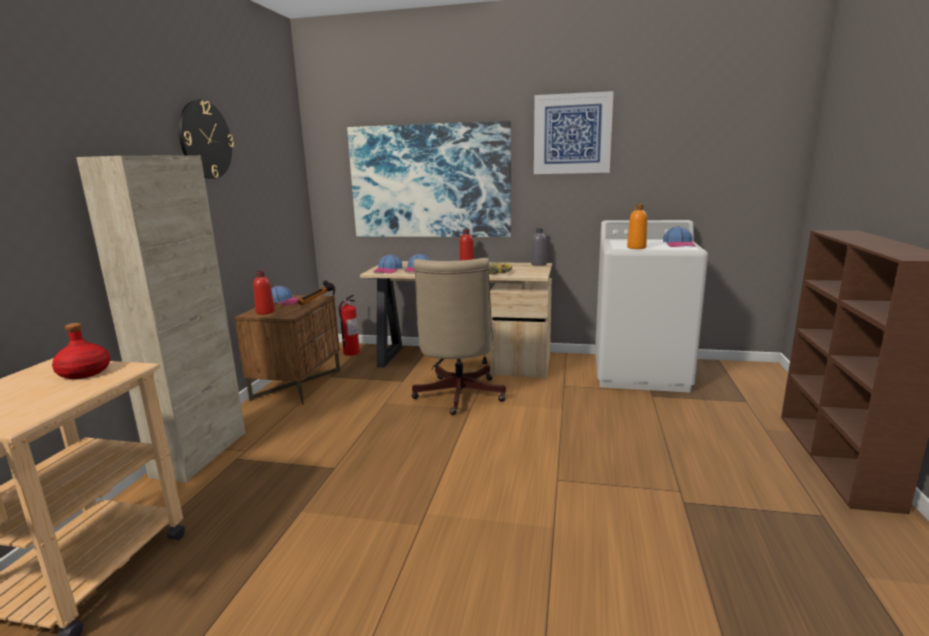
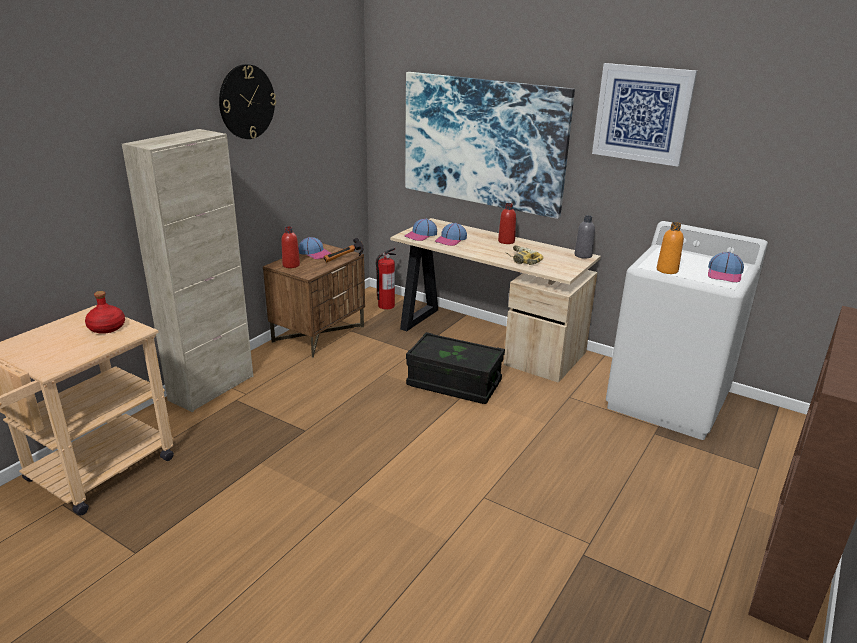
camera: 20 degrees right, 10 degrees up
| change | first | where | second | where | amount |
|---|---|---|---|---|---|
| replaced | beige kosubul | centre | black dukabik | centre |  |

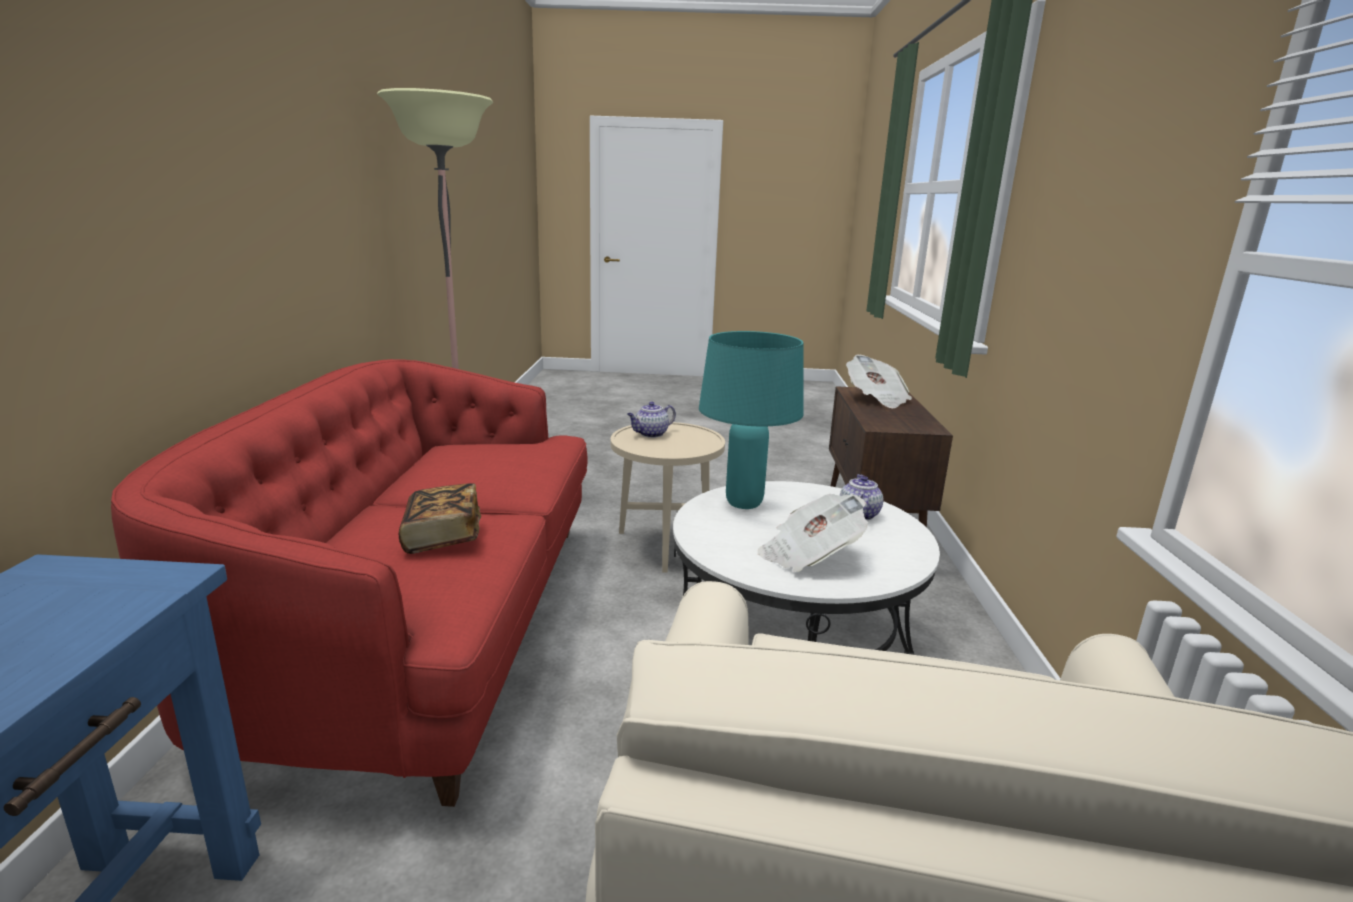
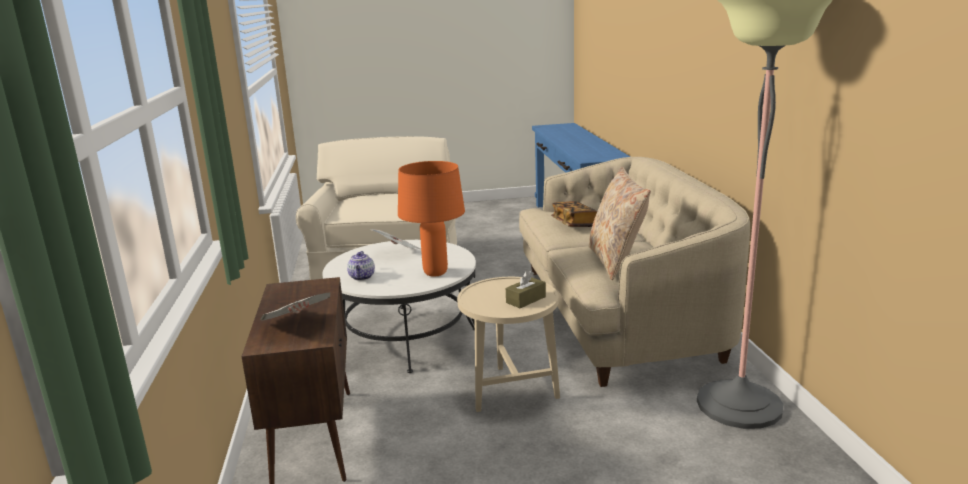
camera: 170 degrees right, 0 degrees up
| change | first | where | second | where | amount |
|---|---|---|---|---|---|
| recoloured | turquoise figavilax | centre | orange figavilax | centre |  |
| recoloured | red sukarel | middle left | beige sukarel | centre |  |
| replaced | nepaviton (1st from left) | centre | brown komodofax | centre |  |
| added |  |  | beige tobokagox | centre |  |

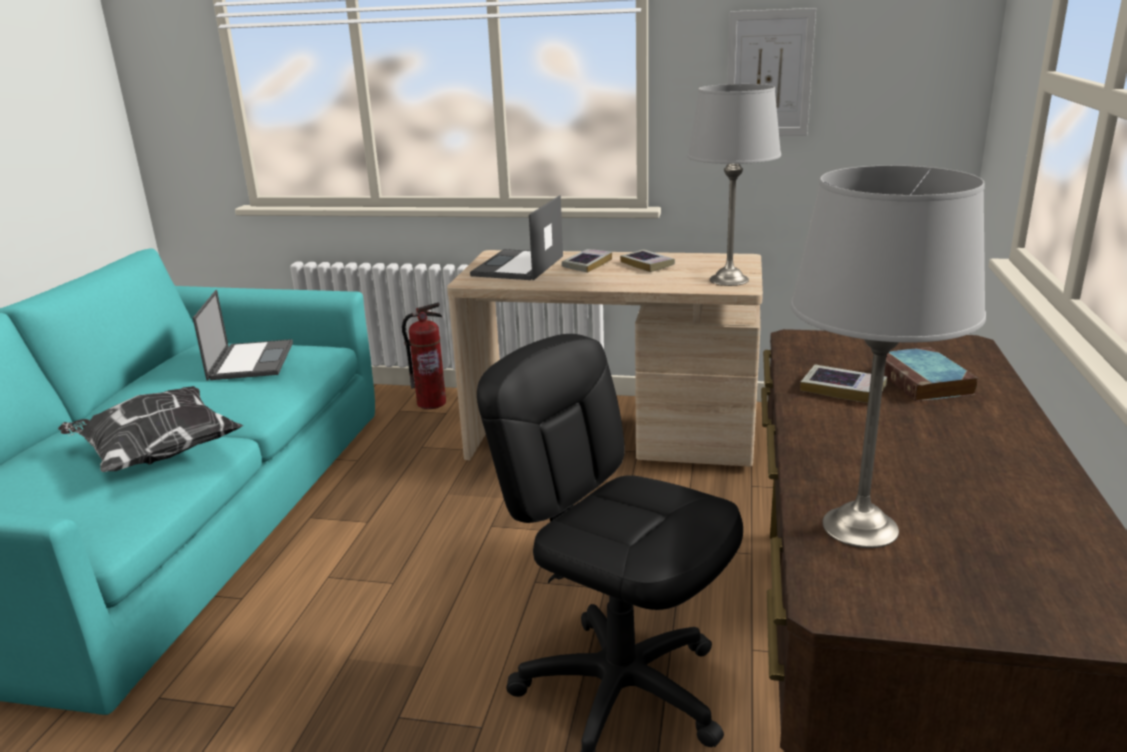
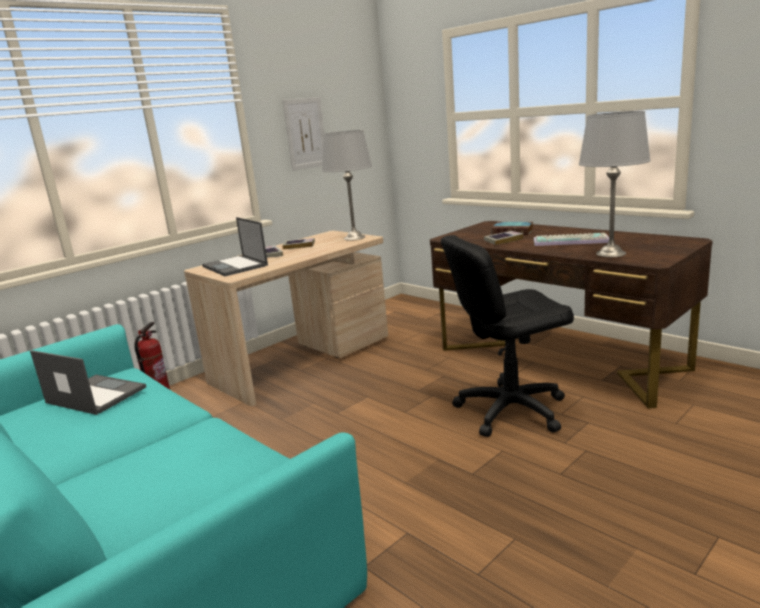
camera: 55 degrees left, 5 degrees down
| change | first | where | second | where | amount |
|---|---|---|---|---|---|
| removed | tobokagox | middle left |  |  |  |
| added |  |  | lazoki | middle right |  |

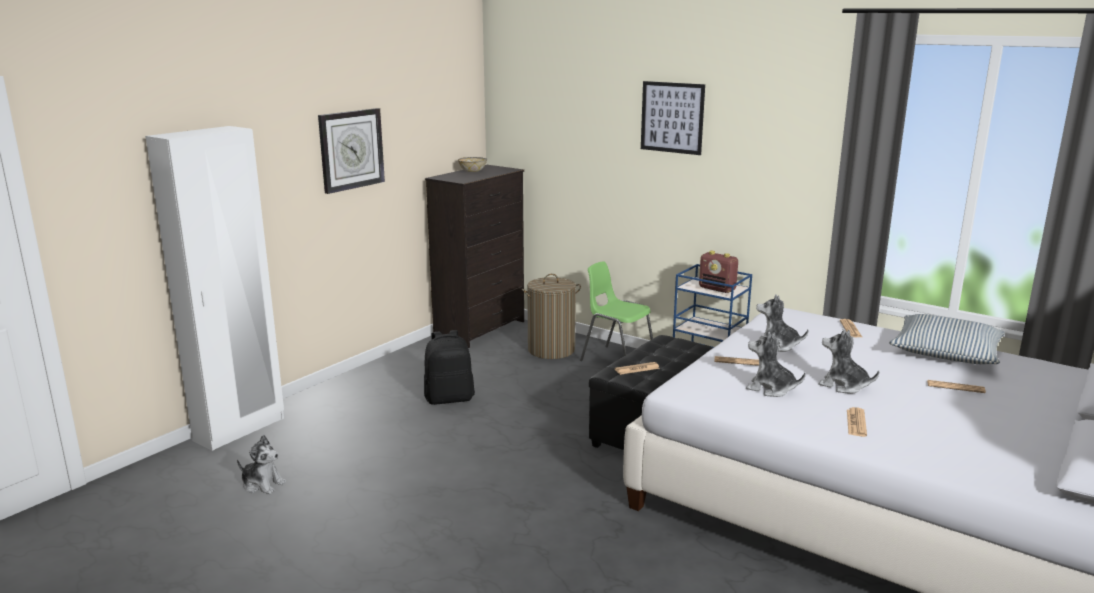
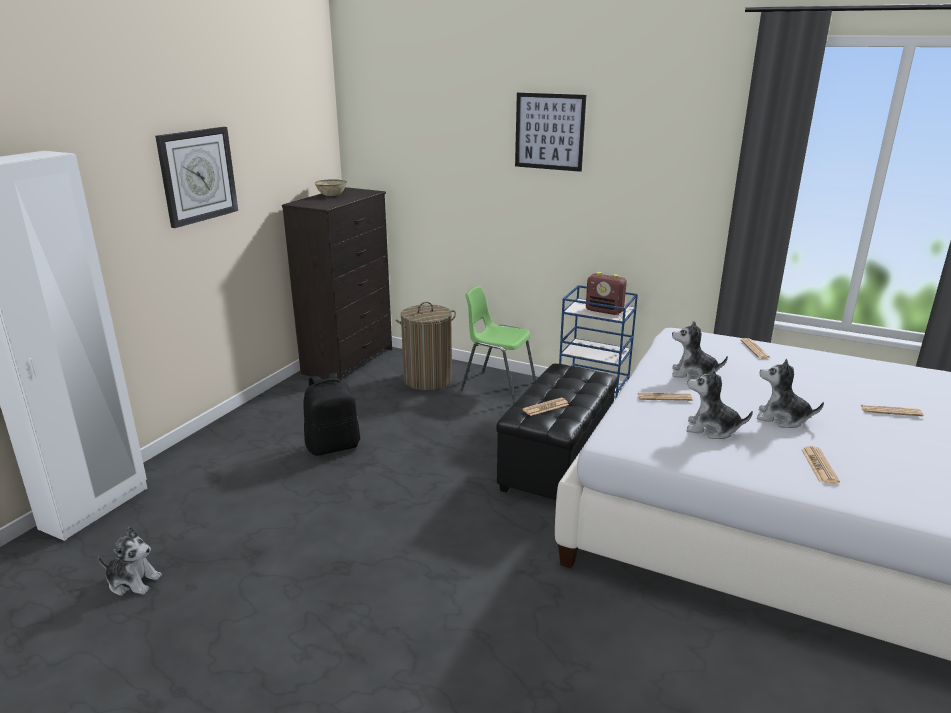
camera: 10 degrees left, 5 degrees up
| change | first | where | second | where | amount |
|---|---|---|---|---|---|
| removed | tobokagox | middle right |  |  |  |

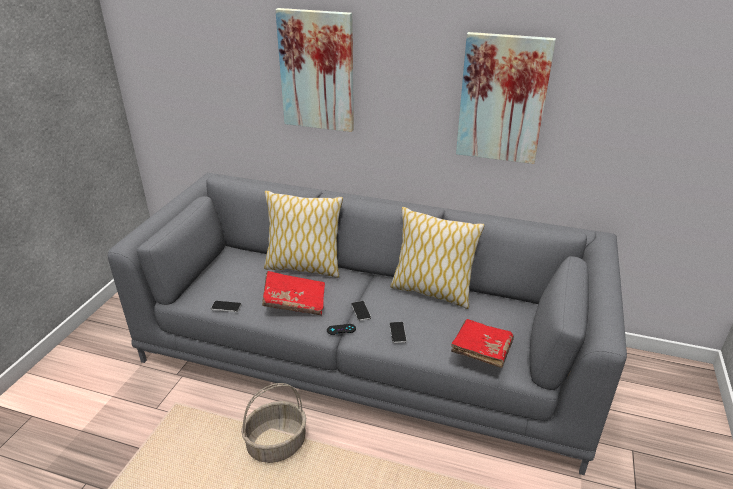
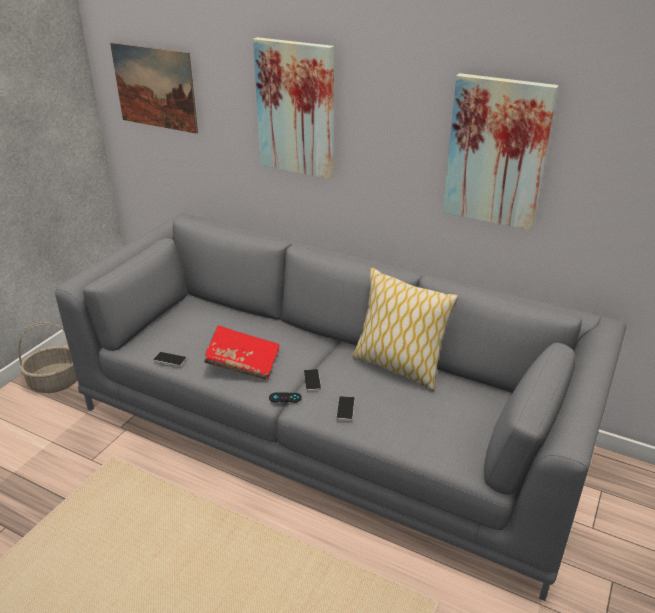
camera: 10 degrees right, 0 degrees up
| change | first | where | second | where | amount |
|---|---|---|---|---|---|
| removed | tobokagox (1st from left) | centre |  |  |  |
| removed | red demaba (2nd from left) | bottom centre |  |  |  |
| moved | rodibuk | bottom centre |  | middle left |  |
| added |  |  | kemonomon (1st from left) | top left |  |

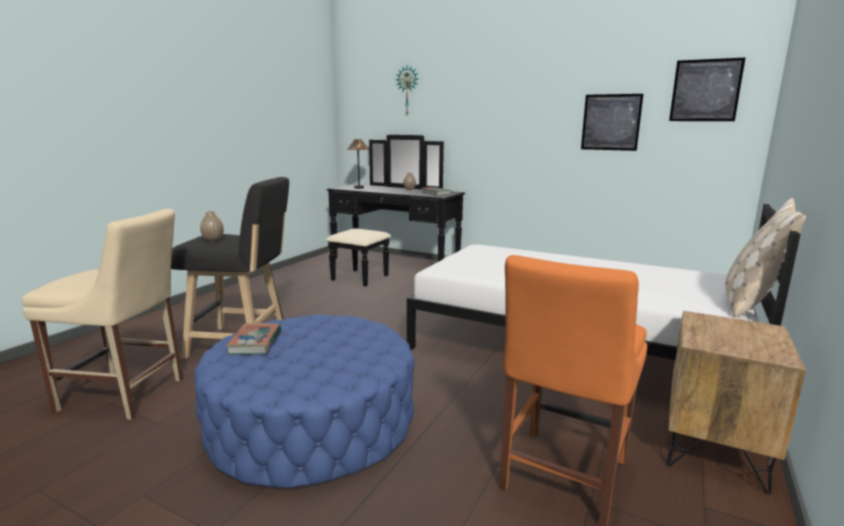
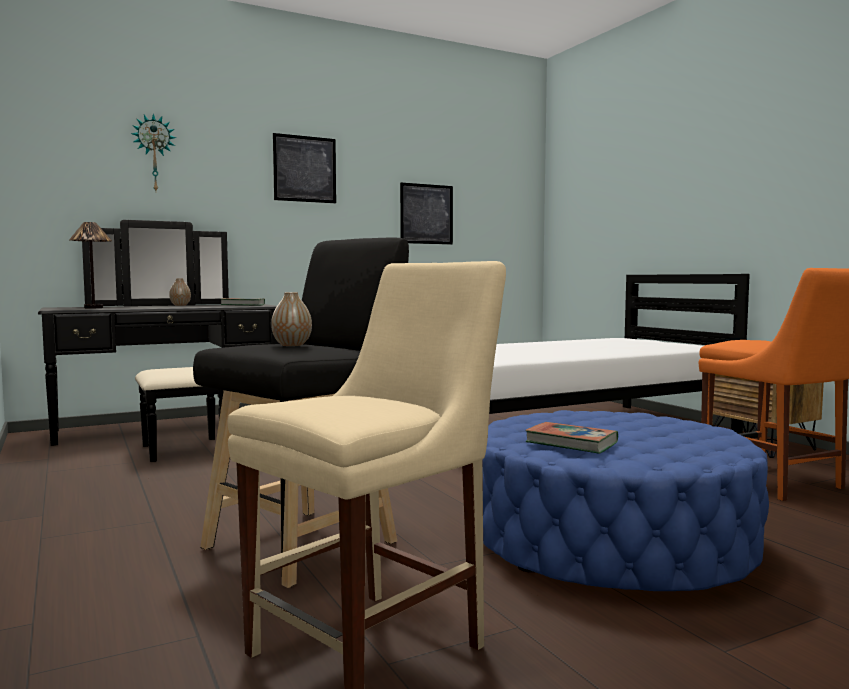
camera: 55 degrees left, 10 degrees down
| change | first | where | second | where | amount |
|---|---|---|---|---|---|
| moved | kemonomon (2nd from left in the first image) | top right | kemonomon (1st from left) | top centre |  |
| removed | beige tobokagox | middle right |  |  |  |

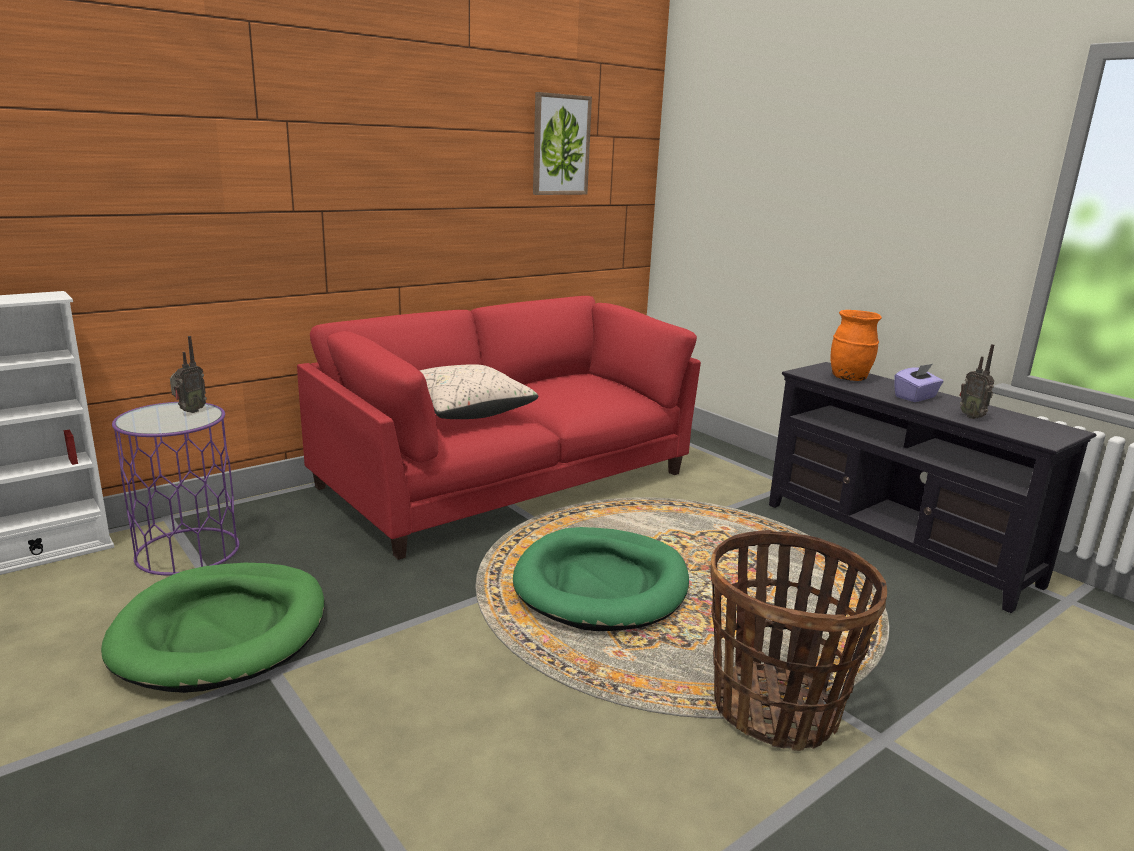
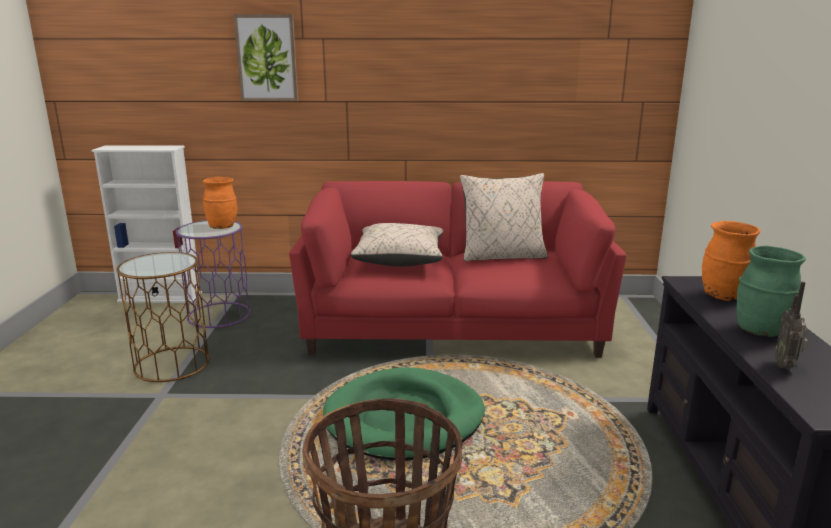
camera: 40 degrees right, 0 degrees up
| change | first | where | second | where | amount |
|---|---|---|---|---|---|
| moved | kemonomon | top centre |  | top left |  |
| replaced | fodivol (1st from left) | middle left | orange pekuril (1st from left) | middle left |  |
| replaced | purple komodofax | middle right | green pekuril | middle right |  |
| replaced | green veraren (1st from left) | bottom left | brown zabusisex | middle left |  |
| added |  |  | beige tobokagox (2nd from left) | centre |  |

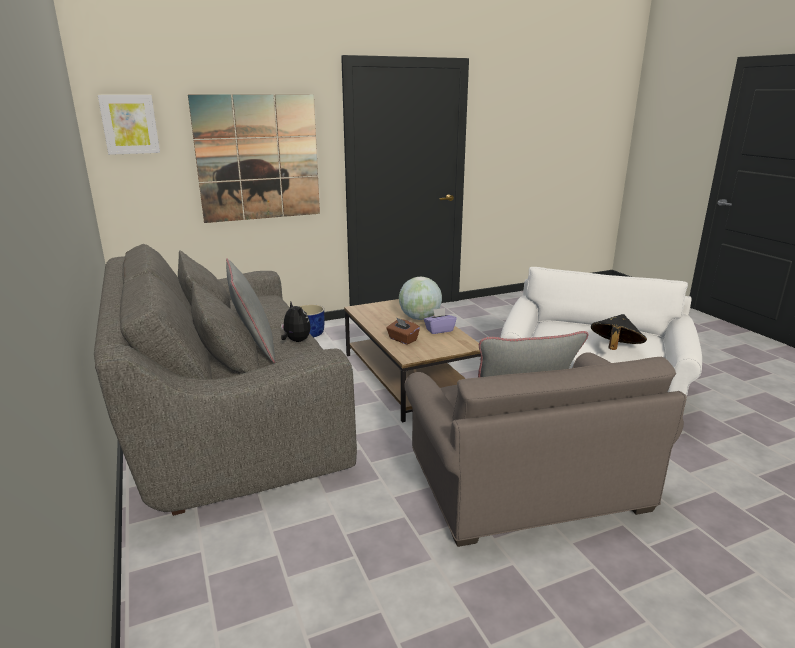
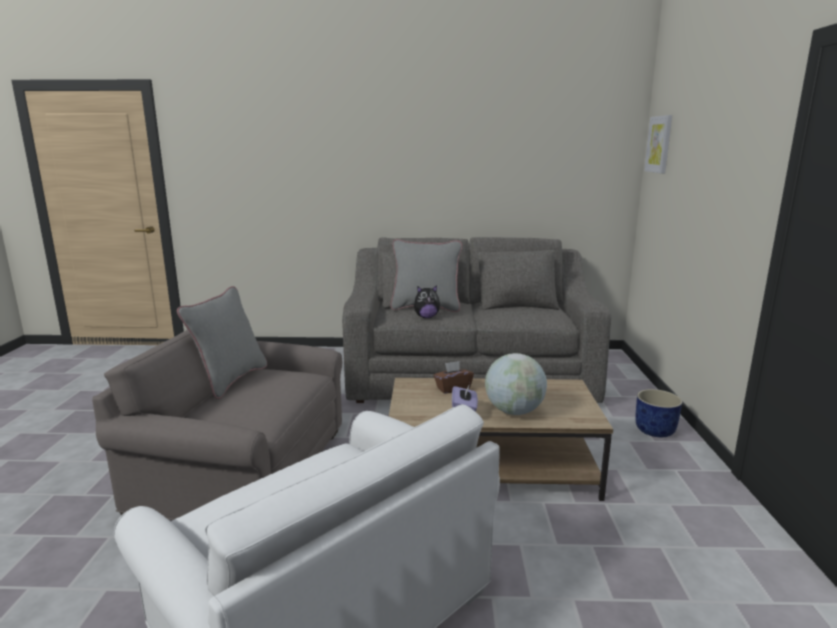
camera: 115 degrees right, 5 degrees down
| change | first | where | second | where | amount |
|---|---|---|---|---|---|
| removed | kemonomon (2nd from left) | top left |  |  |  |
| removed | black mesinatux | middle right |  |  |  |

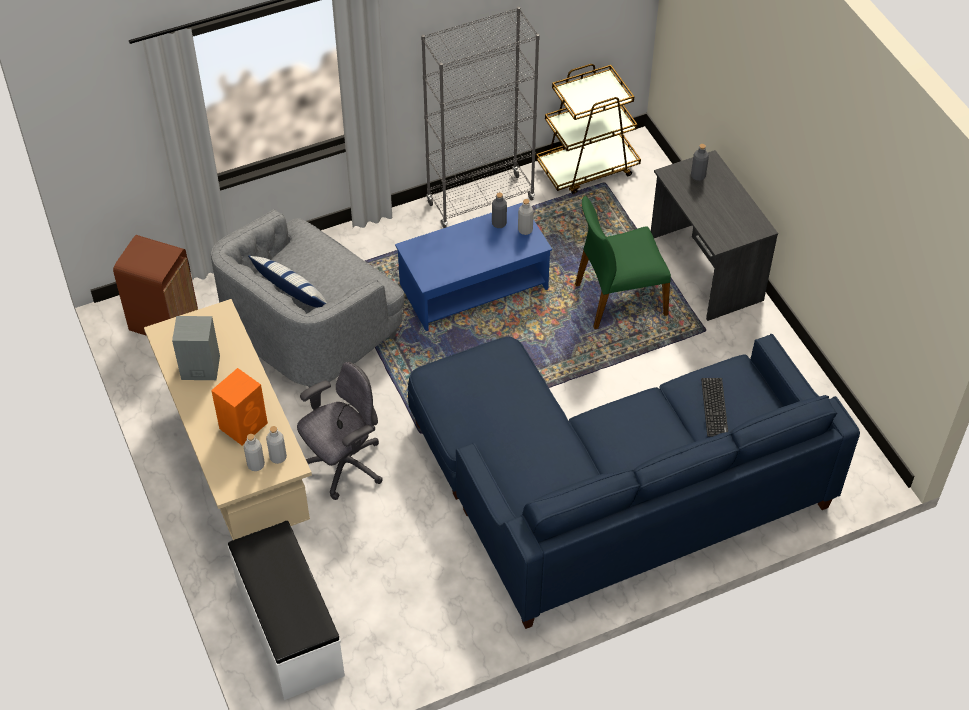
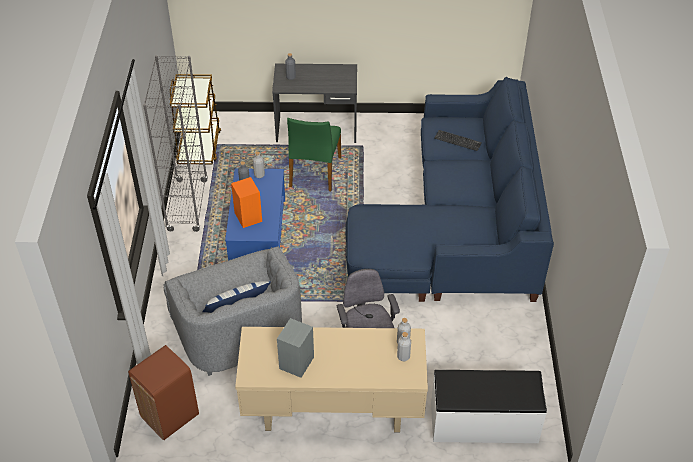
camera: 65 degrees left, 5 degrees down
| change | first | where | second | where | amount |
|---|---|---|---|---|---|
| moved | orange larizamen | middle left |  | centre |  |

